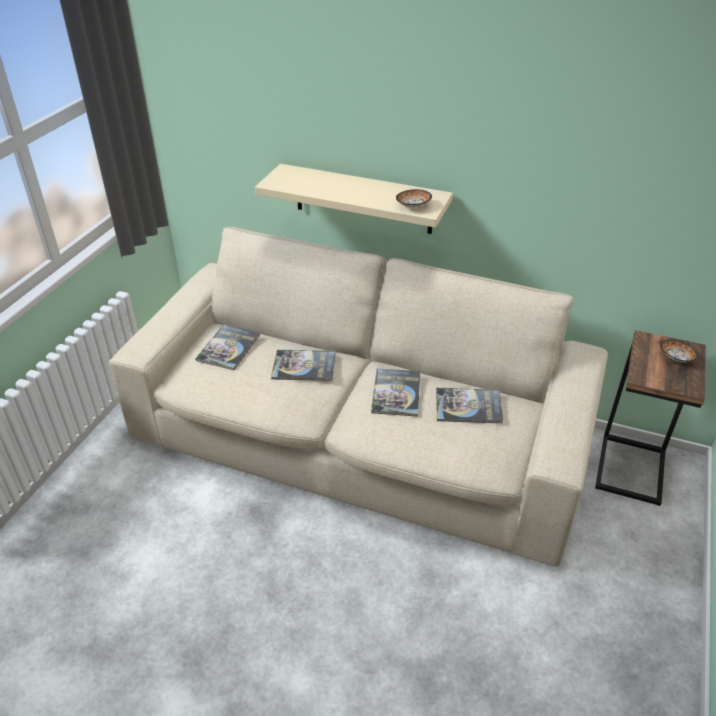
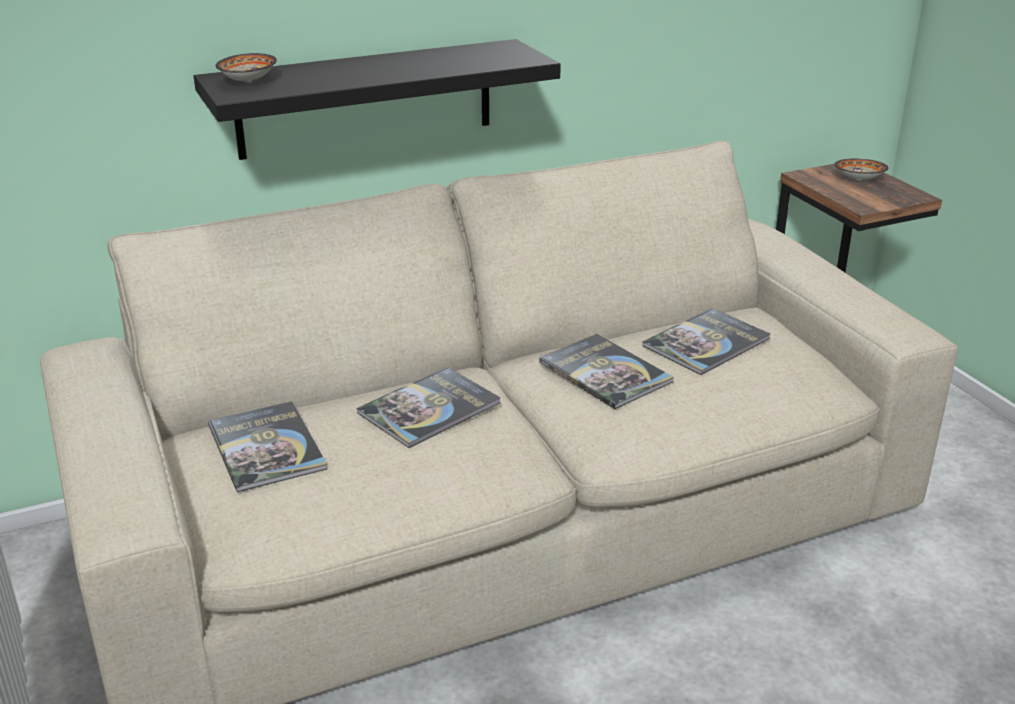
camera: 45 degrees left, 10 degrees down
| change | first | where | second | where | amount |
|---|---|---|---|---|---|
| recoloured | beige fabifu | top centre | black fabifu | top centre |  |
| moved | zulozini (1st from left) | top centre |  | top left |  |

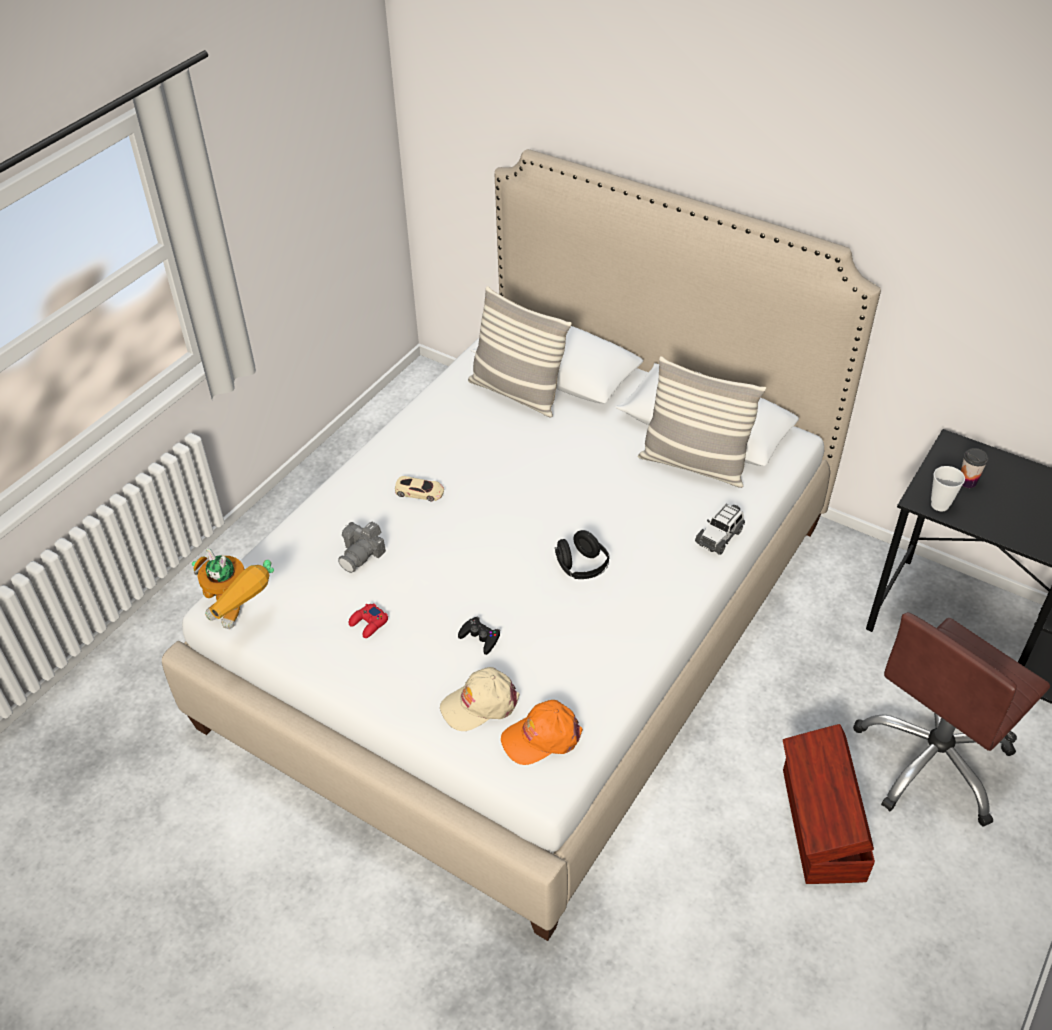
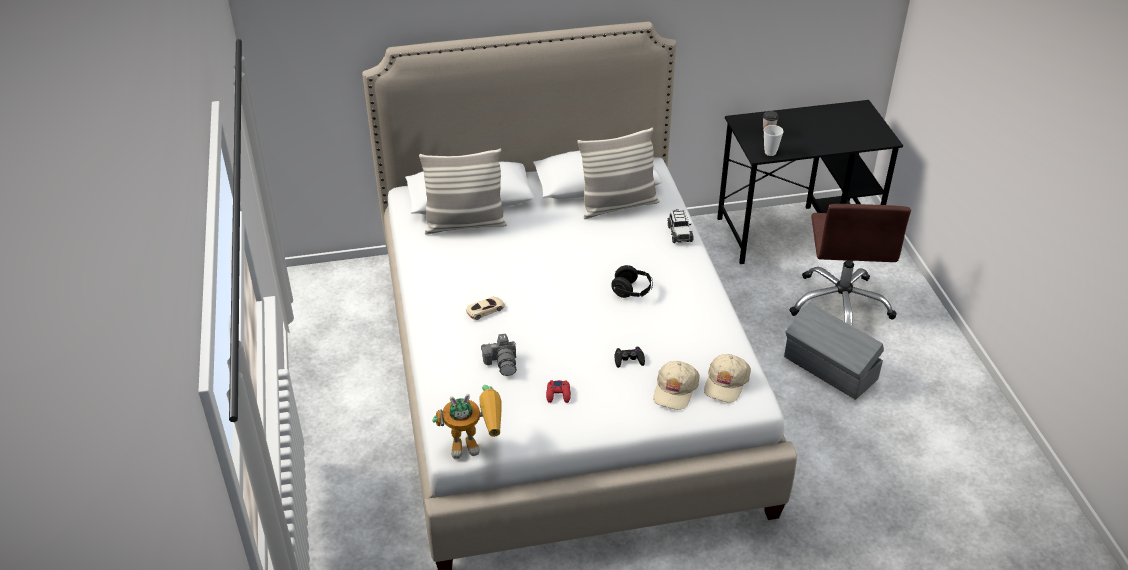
camera: 45 degrees left, 5 degrees down
| change | first | where | second | where | amount |
|---|---|---|---|---|---|
| recoloured | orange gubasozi | bottom centre | beige gubasozi (2nd from left) | centre |  |
| recoloured | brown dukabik | bottom right | grey dukabik | middle right |  |

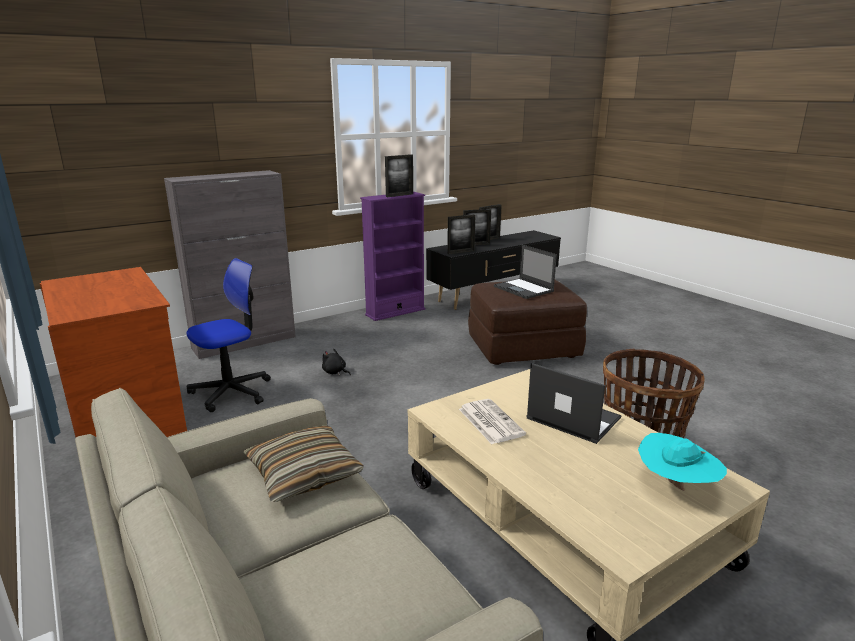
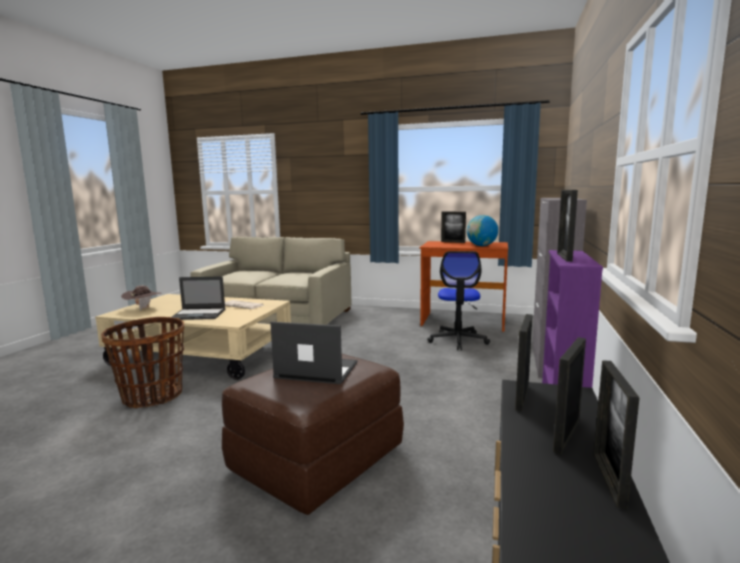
camera: 140 degrees right, 10 degrees down
| change | first | where | second | where | amount |
|---|---|---|---|---|---|
| removed | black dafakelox | centre |  |  |  |
| removed | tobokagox | bottom centre |  |  |  |
| recoloured | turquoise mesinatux | bottom right | brown mesinatux | middle left |  |
| added |  |  | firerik (1st from left) | centre |  |
| added |  |  | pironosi | centre |  |

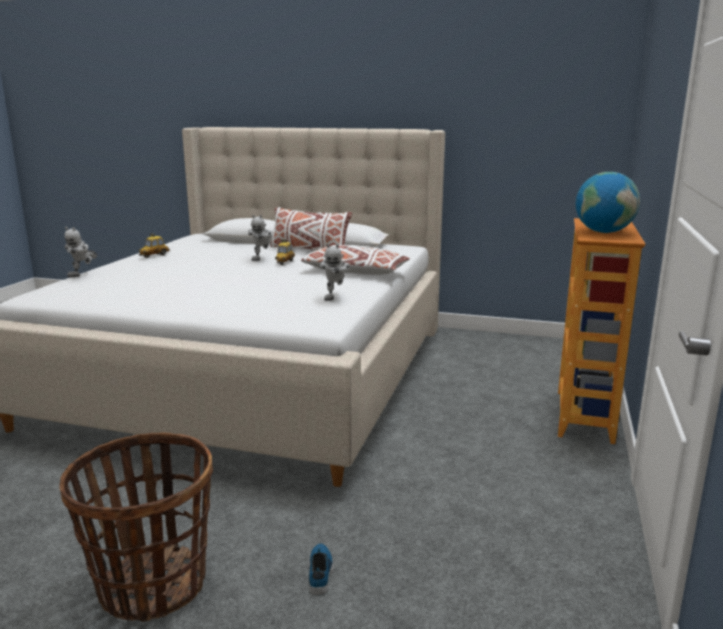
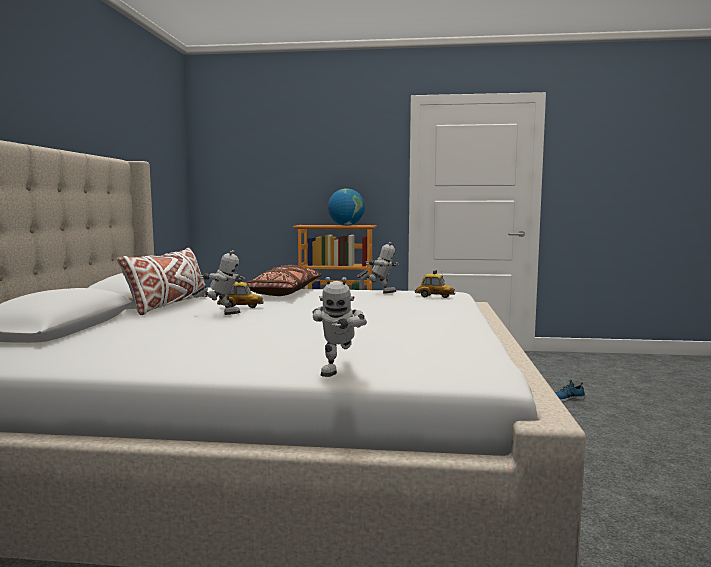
camera: 100 degrees left, 10 degrees down
| change | first | where | second | where | amount |
|---|---|---|---|---|---|
| turned | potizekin (1st from left in the first image) | middle left | potizekin (2nd from left) | centre | 90 degrees clockwise |
| moved | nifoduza (1st from left in the first image) | middle left | nifoduza (2nd from left) | centre |  |
| recoloured | white tobokagox (2nd from left) | centre | brown tobokagox | centre |  |
| removed | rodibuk | bottom left |  |  |  |

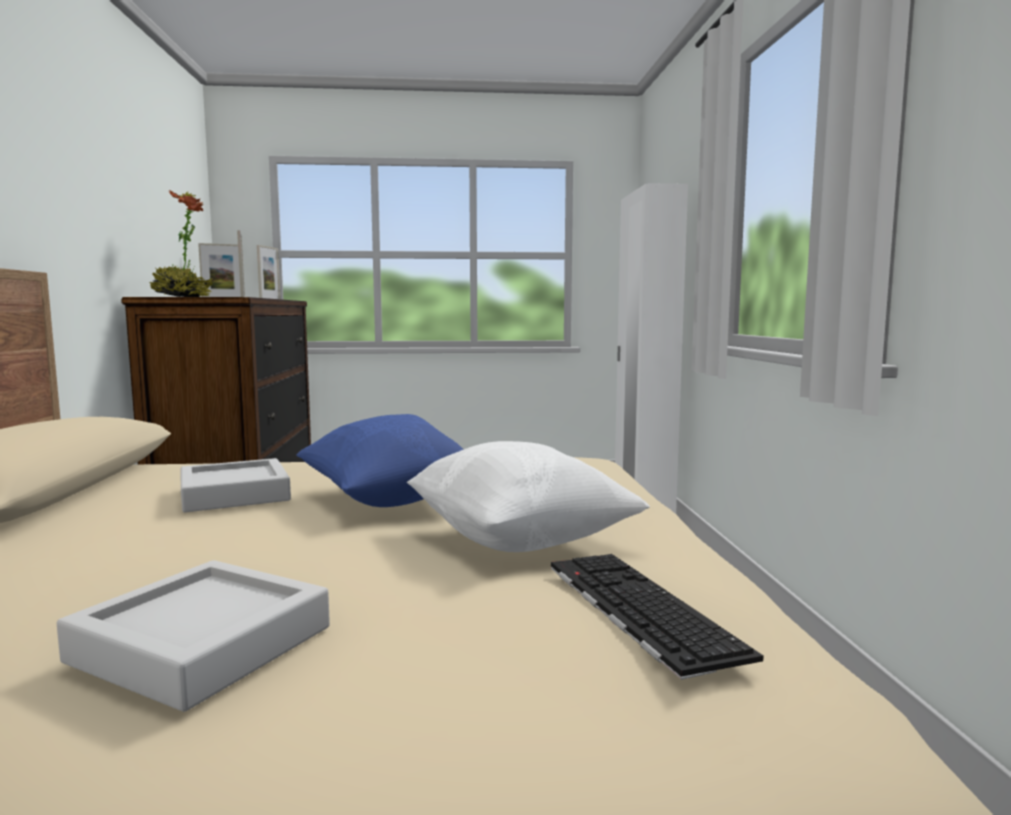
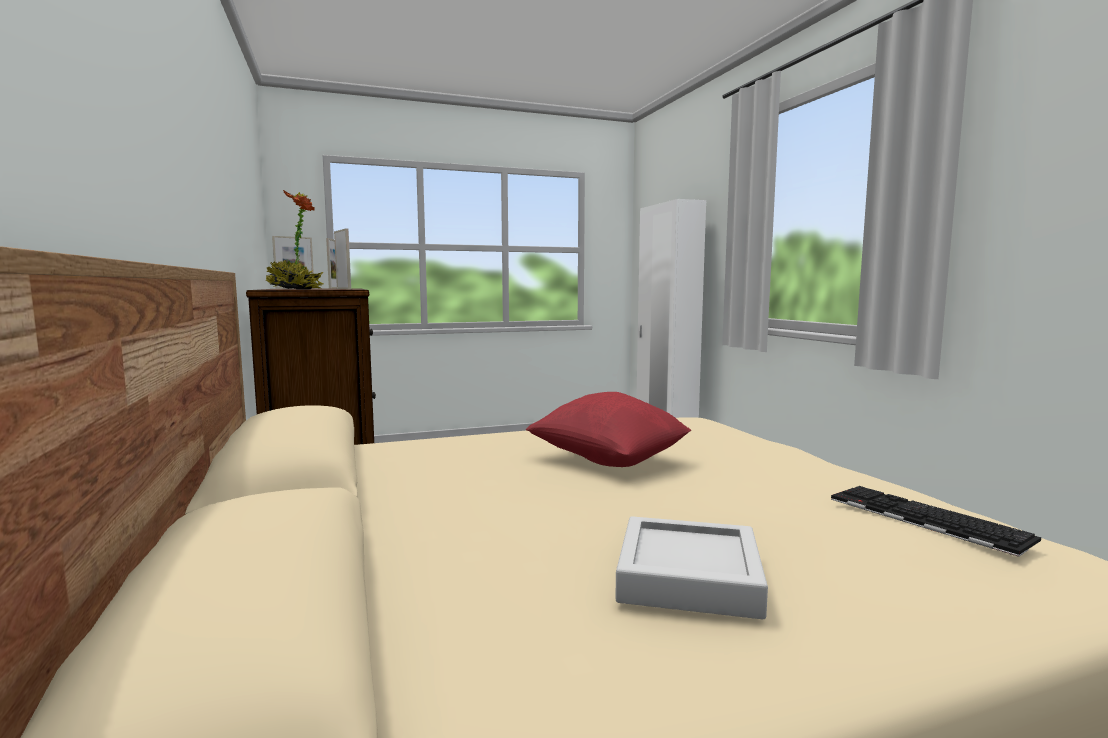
camera: 15 degrees left, 0 degrees up
| change | first | where | second | where | amount |
|---|---|---|---|---|---|
| recoloured | blue tobokagox | centre | red tobokagox | centre |  |
| removed | white tobokagox | centre |  |  |  |
| removed | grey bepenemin (2nd from left) | middle left |  |  |  |

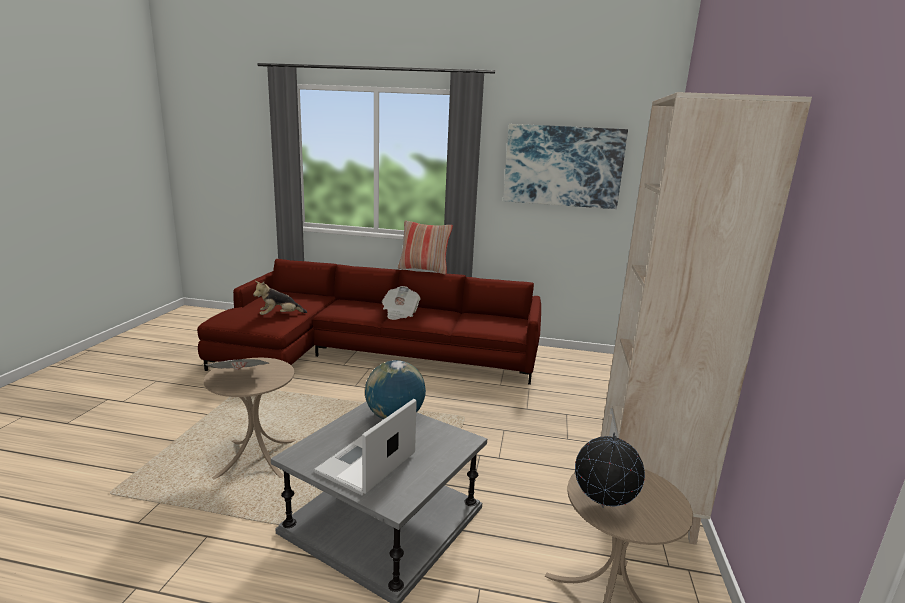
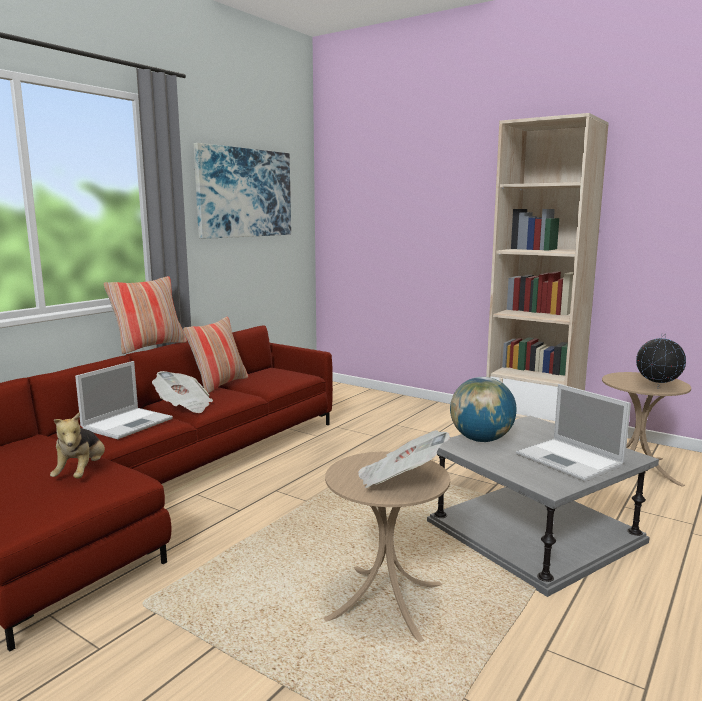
camera: 65 degrees left, 5 degrees down
| change | first | where | second | where | amount |
|---|---|---|---|---|---|
| added |  |  | tobokagox (2nd from left) | middle left |  |
| added |  |  | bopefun (1st from left) | middle left |  |

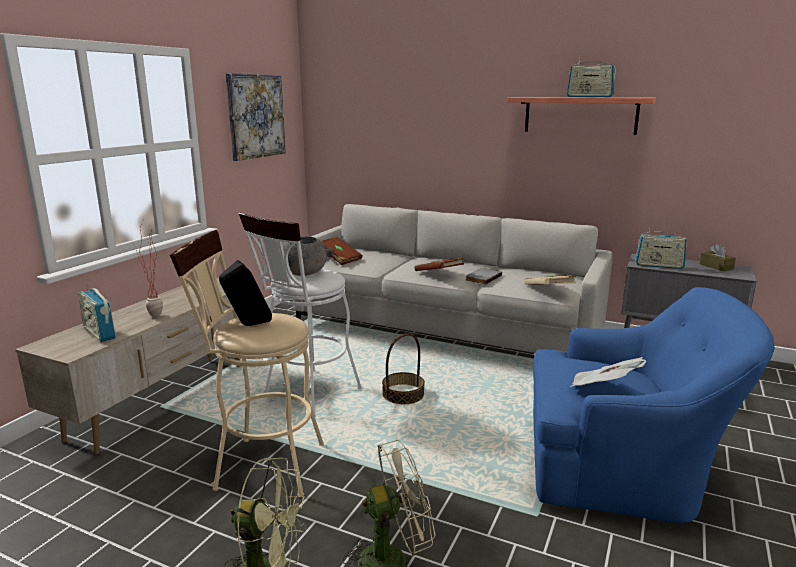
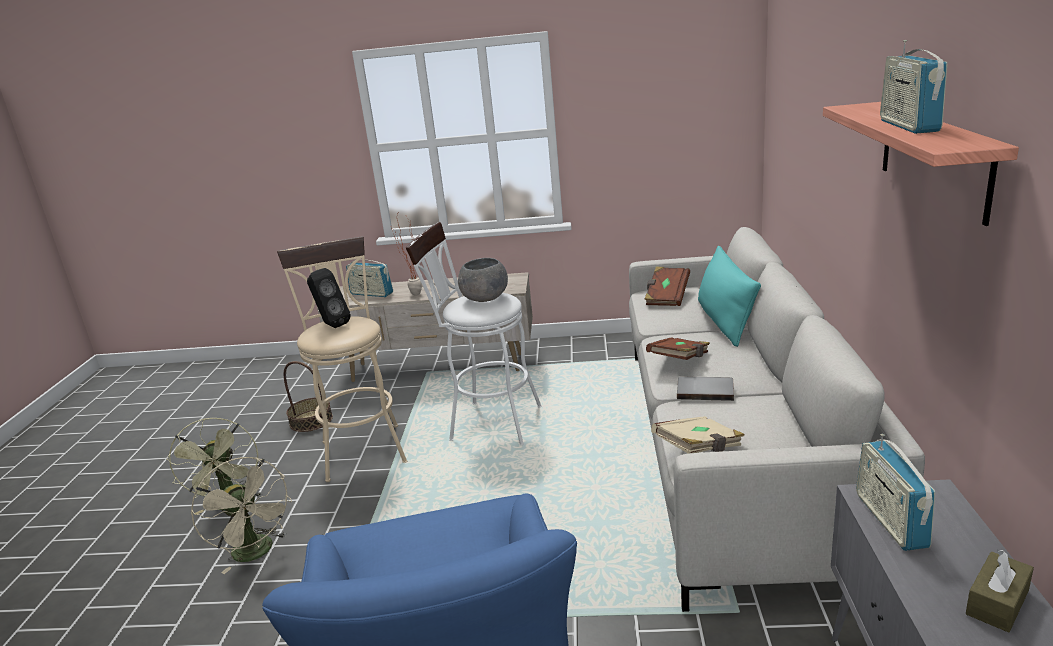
camera: 70 degrees right, 5 degrees up
| change | first | where | second | where | amount |
|---|---|---|---|---|---|
| removed | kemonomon | top left |  |  |  |
| turned | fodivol (1st from left) | middle left |  | centre | 90 degrees counterclockwise |
| moved | rodibuk | centre |  | middle left |  |
| removed | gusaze | middle right |  |  |  |
| added |  |  | turquoise tobokagox | middle right |  |

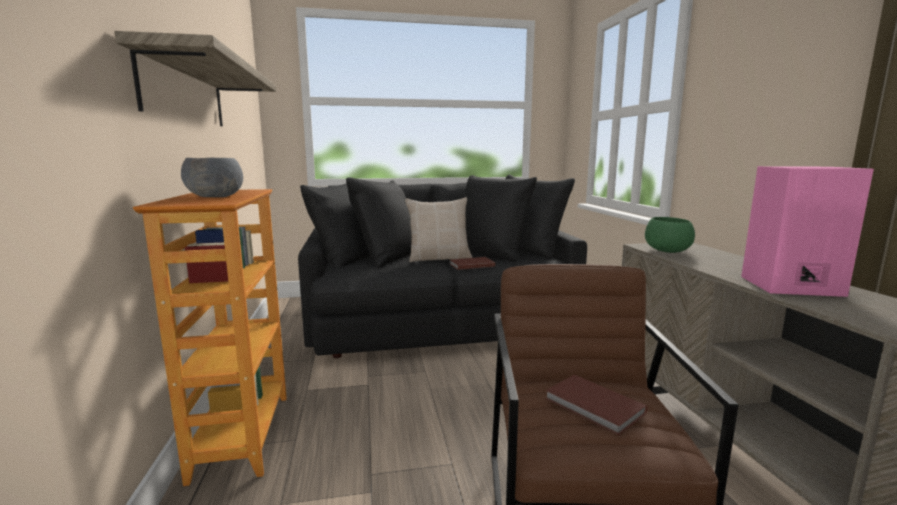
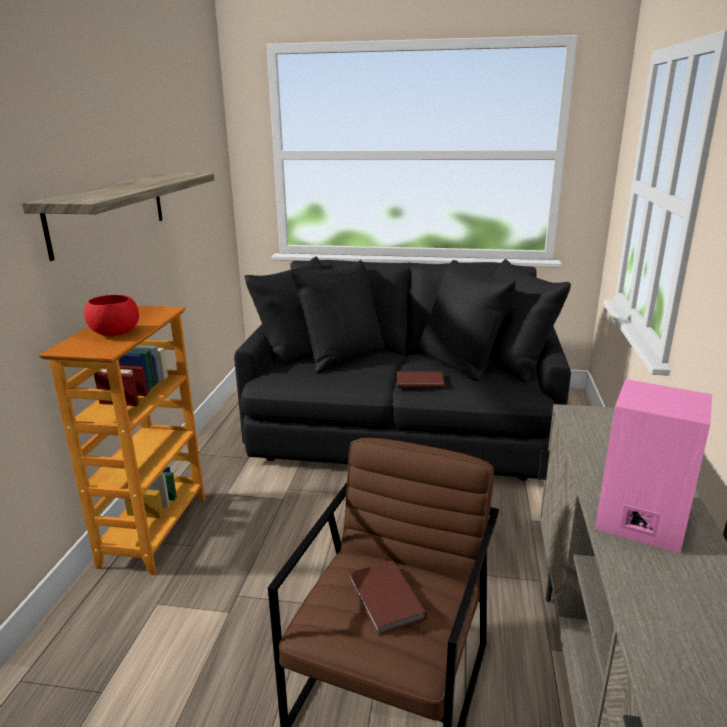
camera: 20 degrees right, 10 degrees up
| change | first | where | second | where | amount |
|---|---|---|---|---|---|
| recoloured | grey zulozini | middle left | red zulozini | middle left |  |
| removed | beige tobokagox | centre |  |  |  |
| removed | green zulozini | middle right |  |  |  |

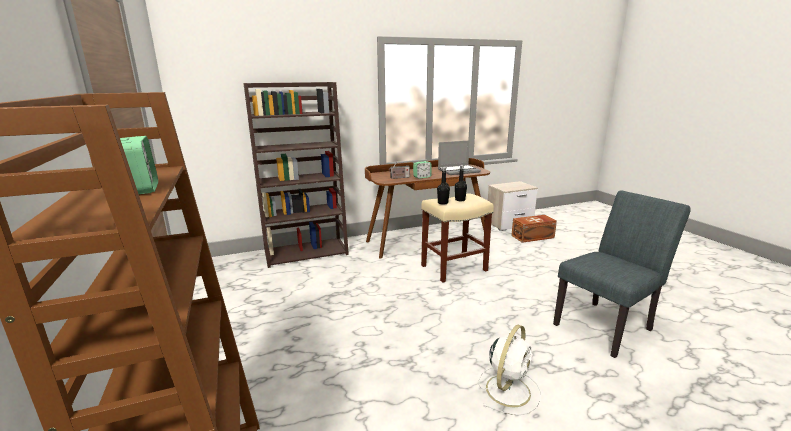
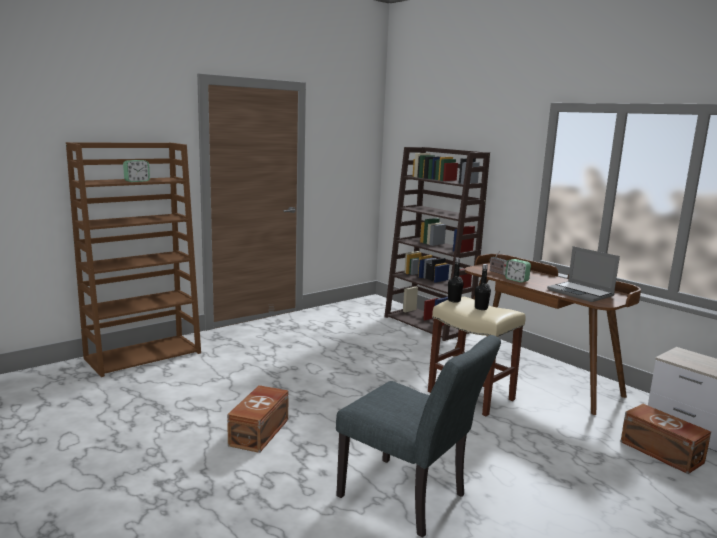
camera: 70 degrees right, 5 degrees down
| change | first | where | second | where | amount |
|---|---|---|---|---|---|
| replaced | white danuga | bottom centre | brown dukabik (1st from left) | bottom centre |  |

